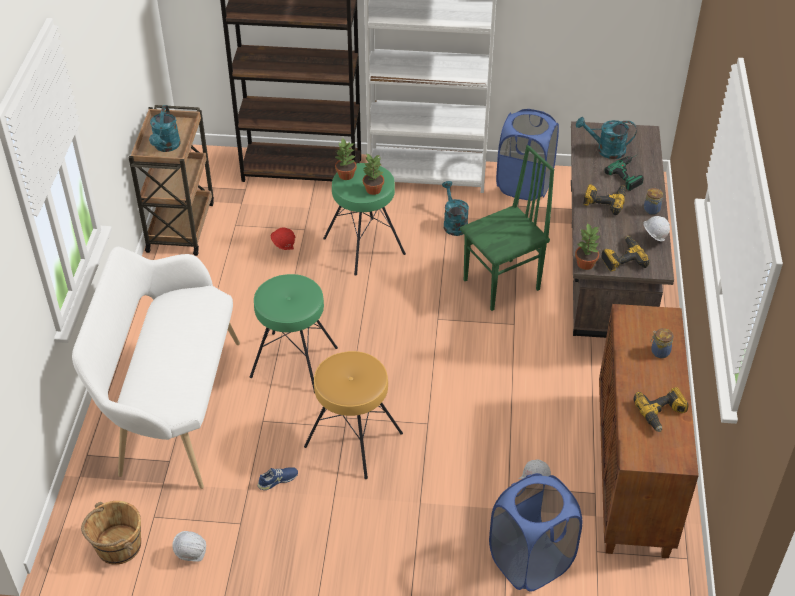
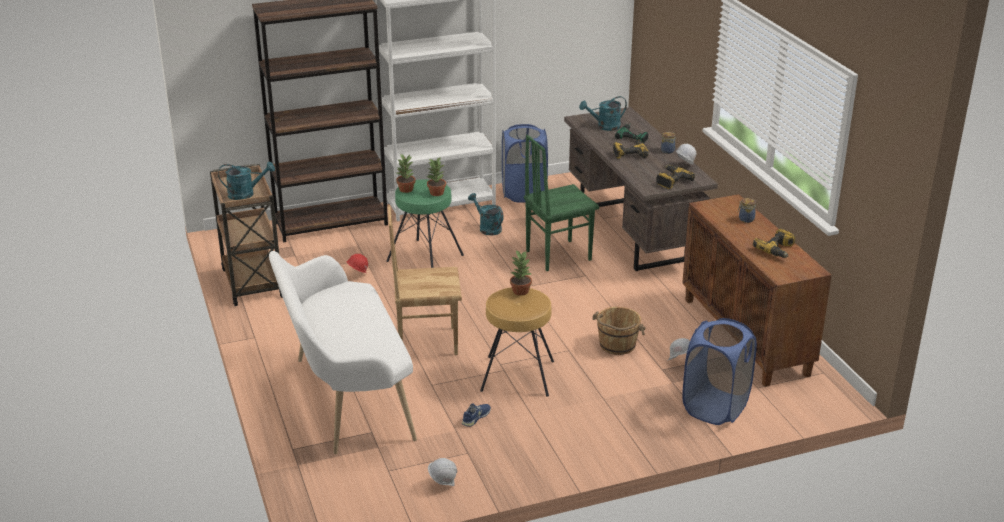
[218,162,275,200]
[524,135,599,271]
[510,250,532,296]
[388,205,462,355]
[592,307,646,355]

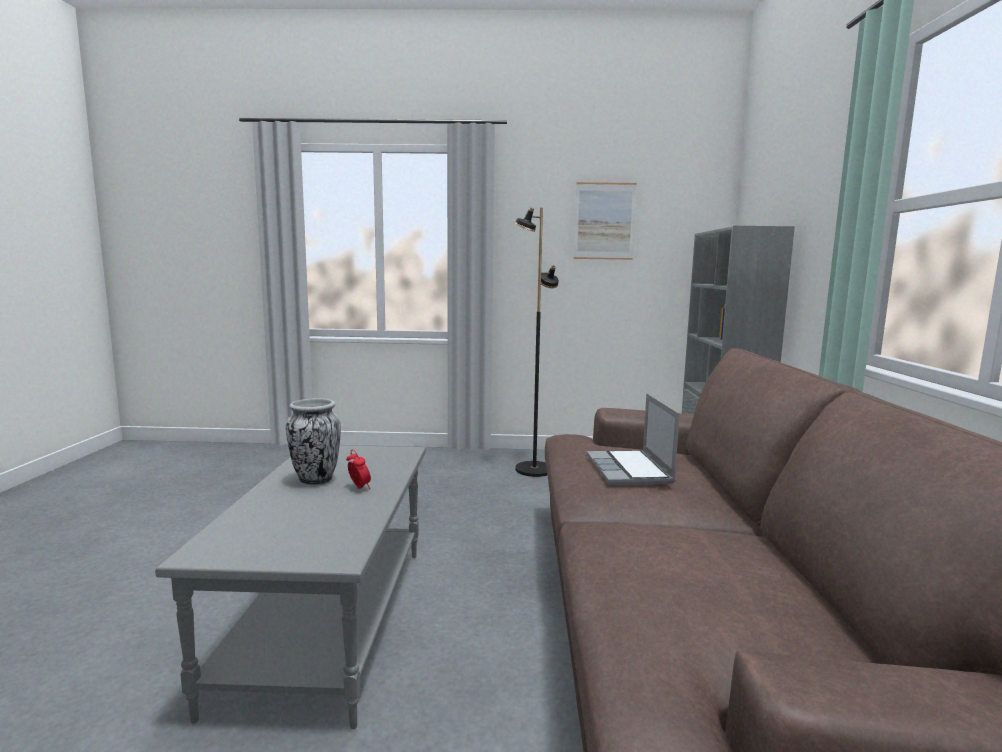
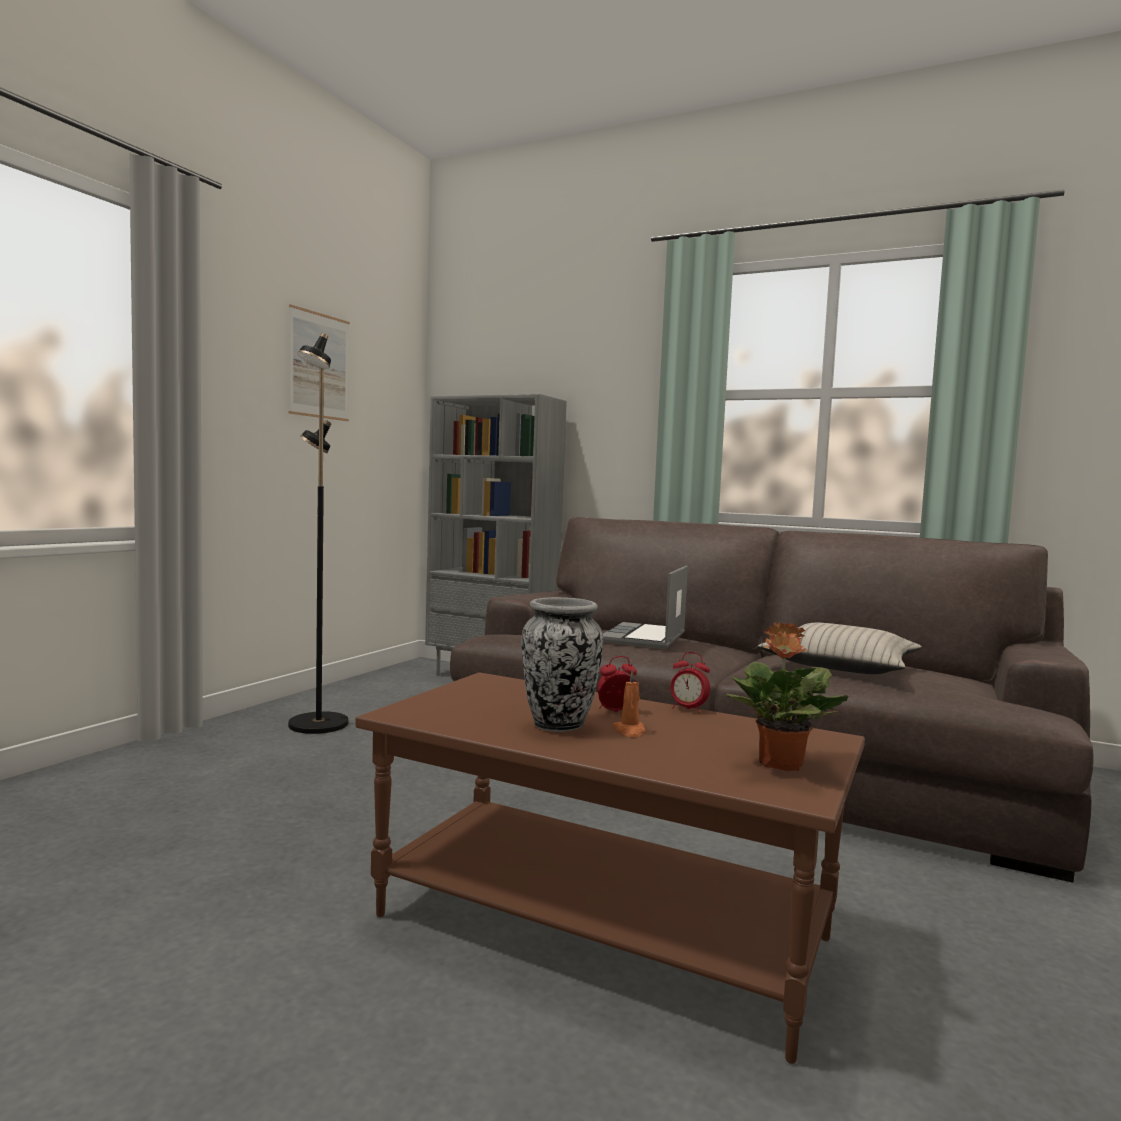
[603,566,688,649]
[355,672,865,1064]
[727,622,850,771]
[758,623,922,674]
[670,652,710,713]
[613,669,645,737]

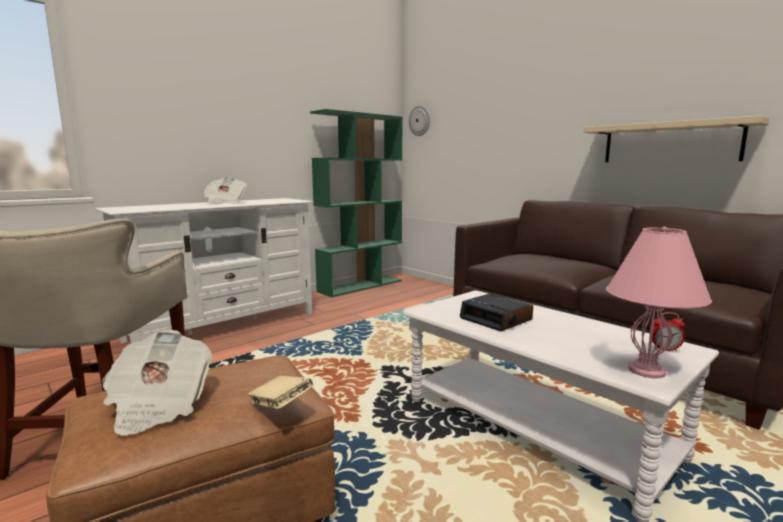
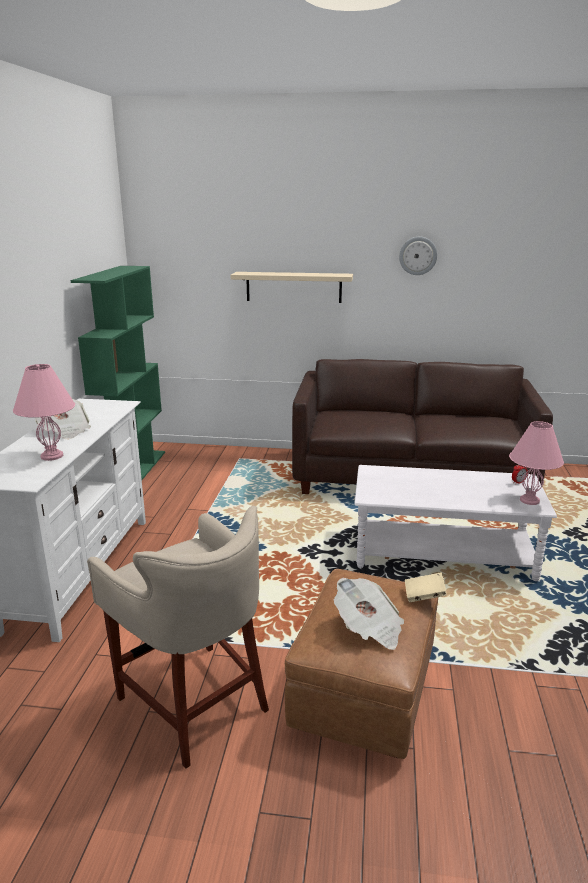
[399,237,437,275]
[231,272,353,303]
[460,294,533,331] (first image)
[13,364,75,461]

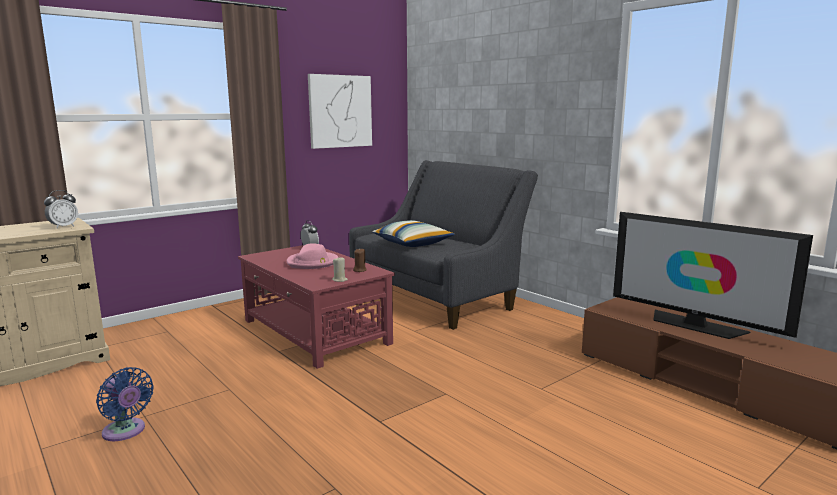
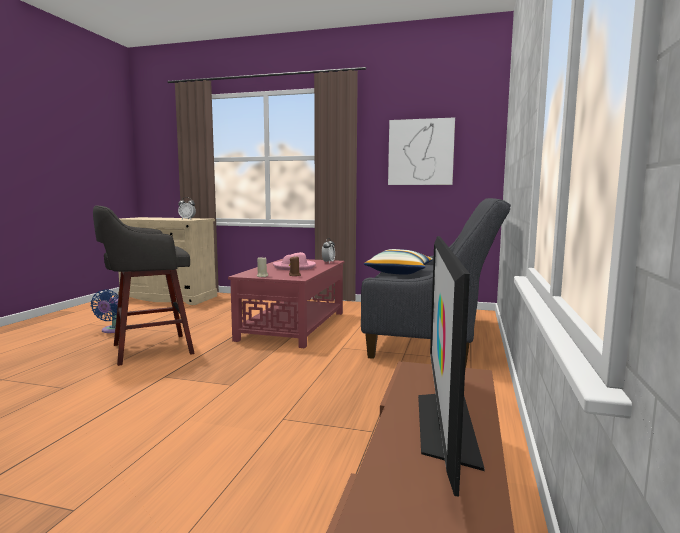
[93,205,195,366]

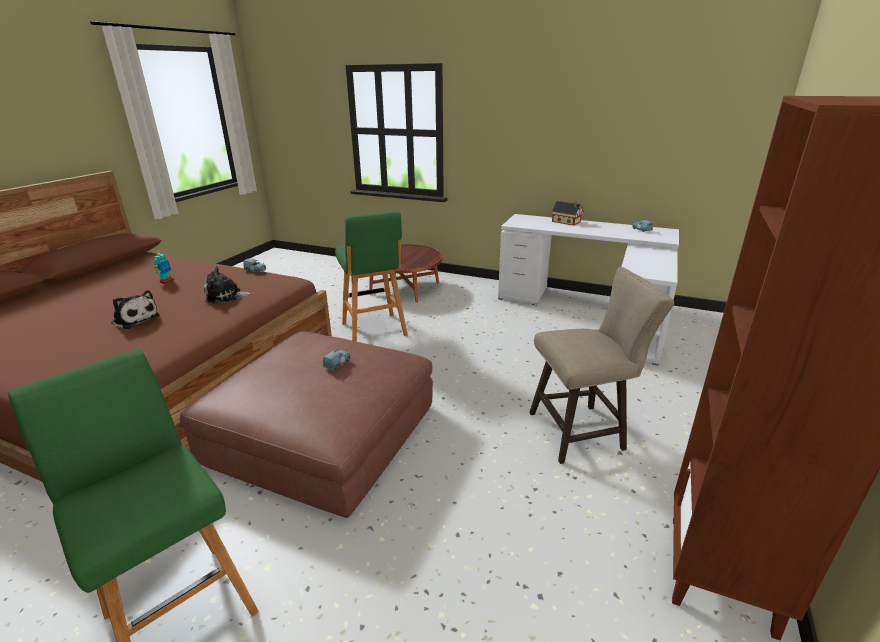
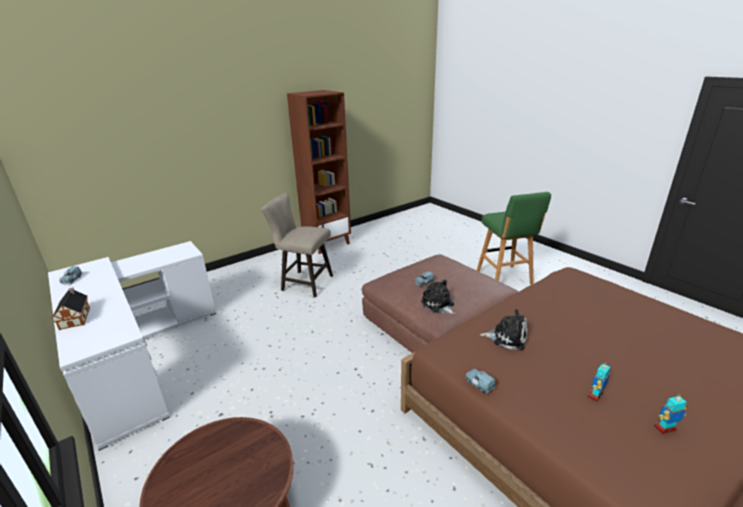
[335,211,408,342] (first image)
[421,279,455,315]
[654,394,687,434]

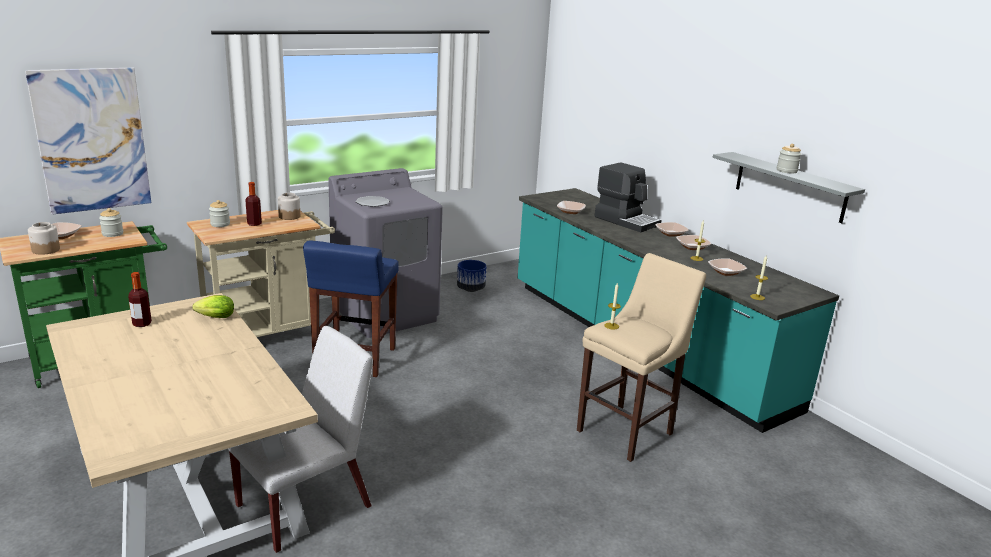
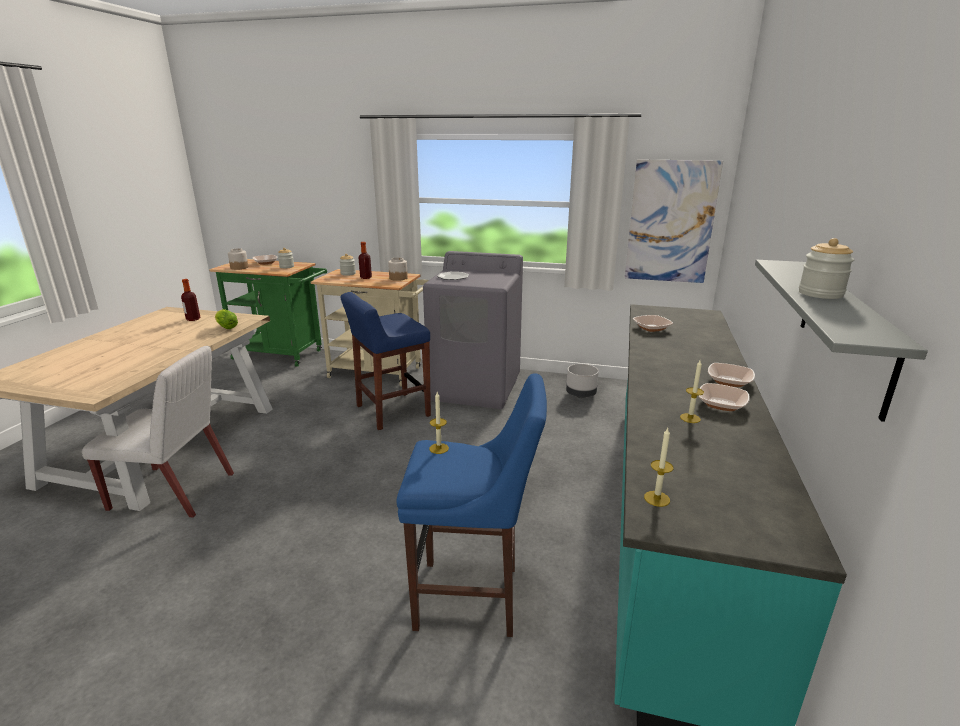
[625,159,723,283]
[595,162,661,232] (first image)
[397,373,547,637]
[708,258,747,276] (first image)
[566,364,599,398]

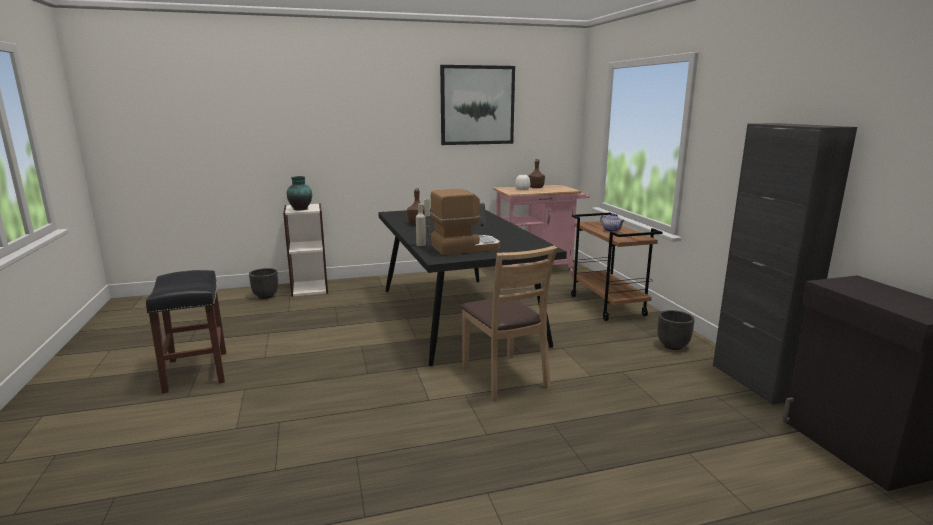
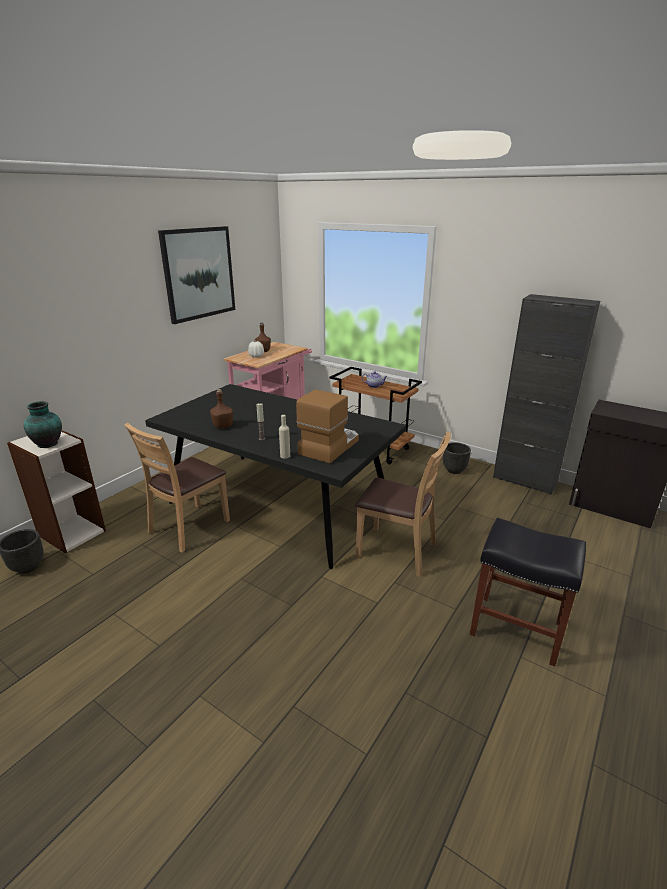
[470,518,586,666]
[124,423,230,553]

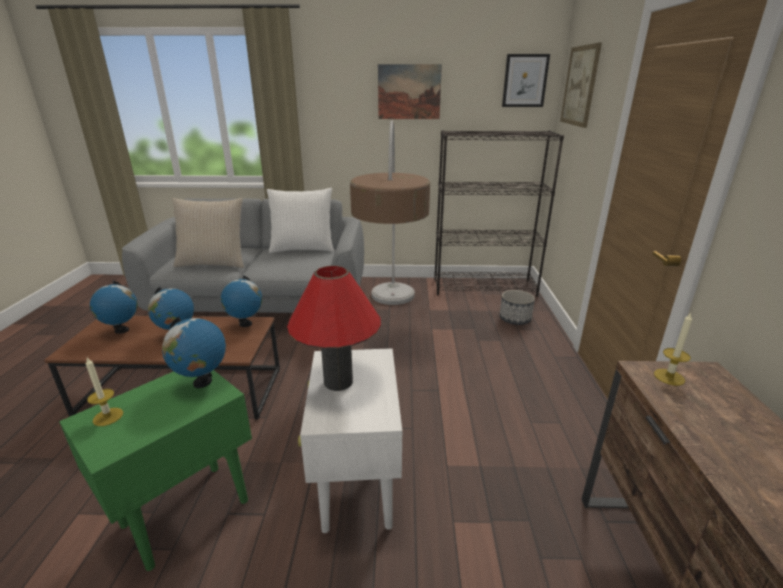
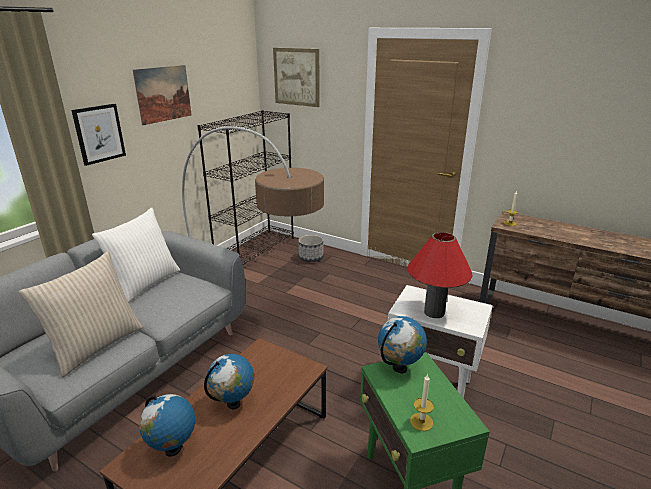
[71,104,126,166]
[221,276,262,327] (first image)

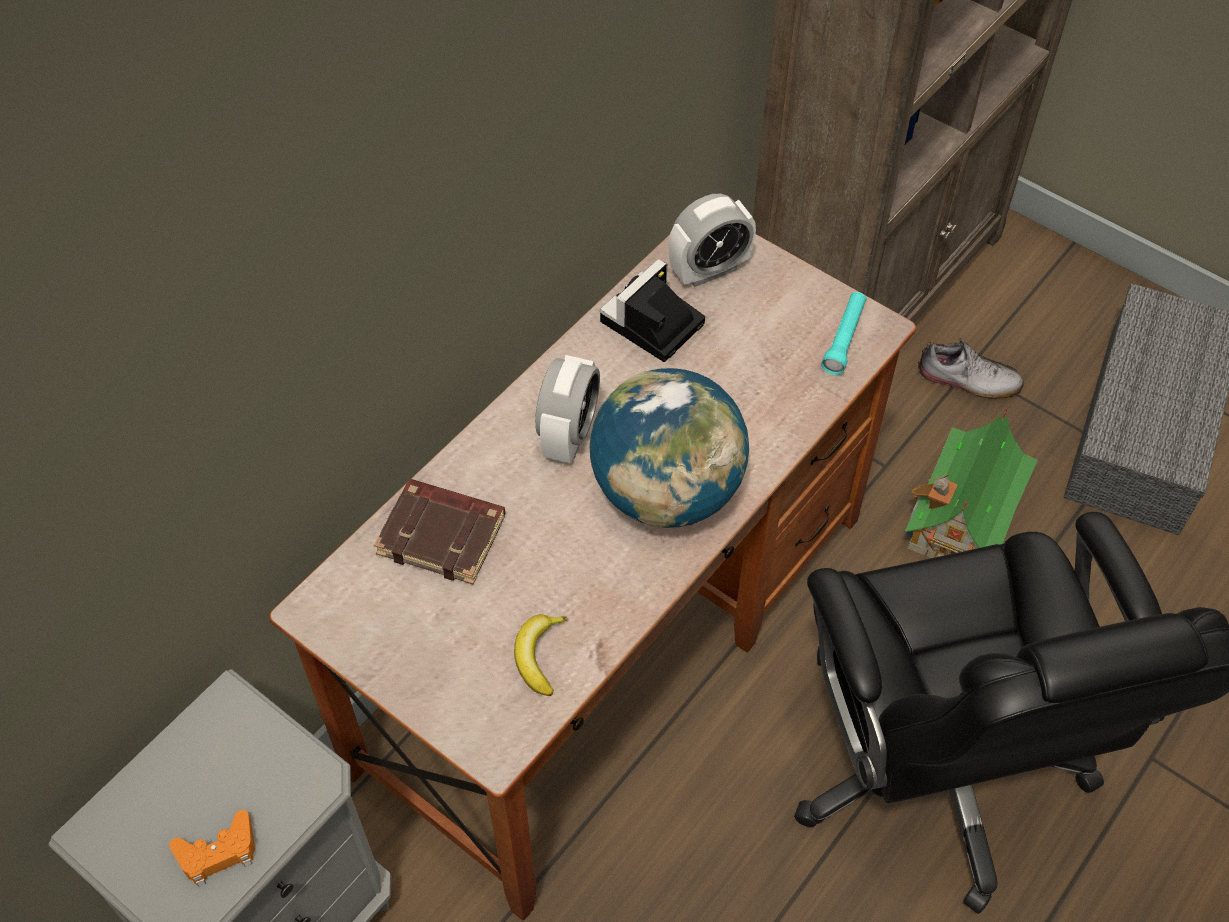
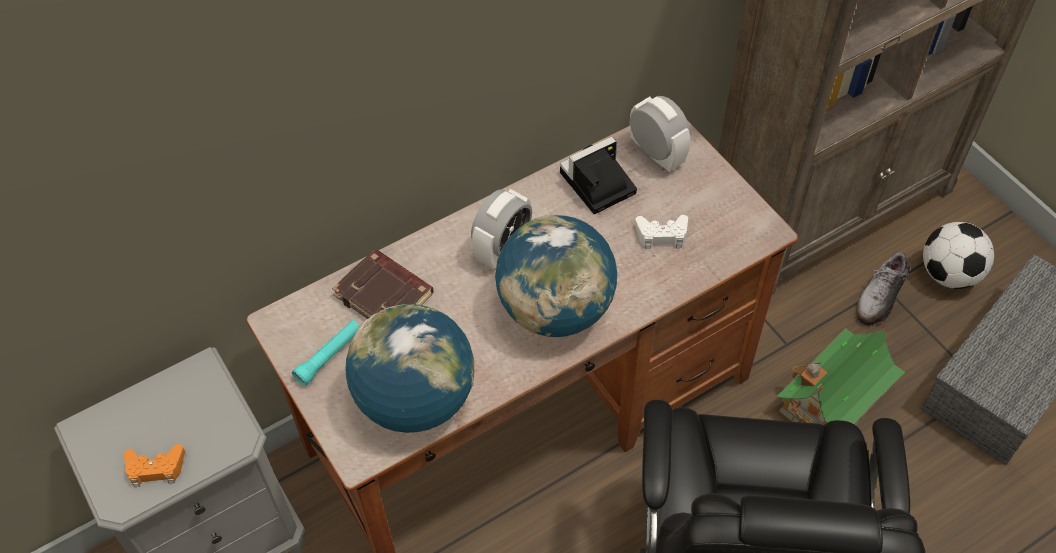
[630,96,690,172]
[292,320,360,386]
[857,252,913,326]
[346,304,474,433]
[635,215,688,249]
[923,222,994,289]

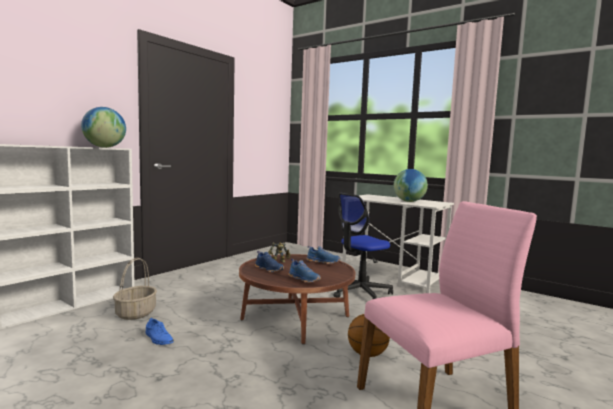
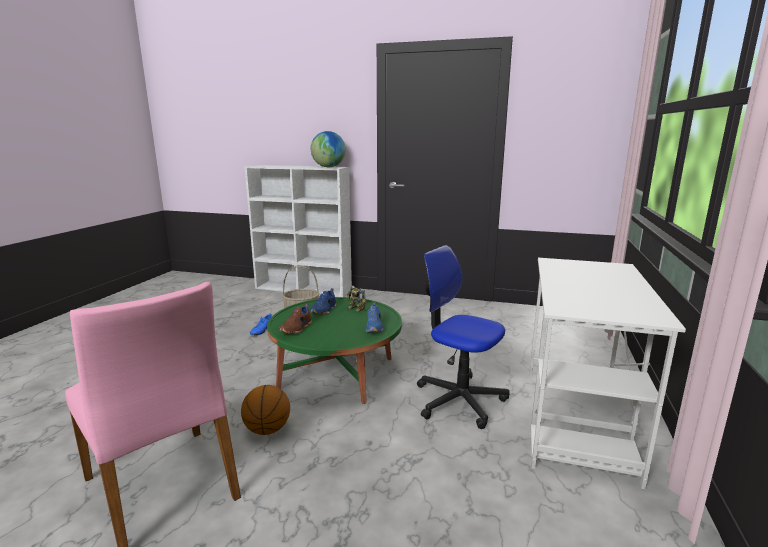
[394,169,428,202] (first image)
[267,297,402,404]
[279,304,312,334]

